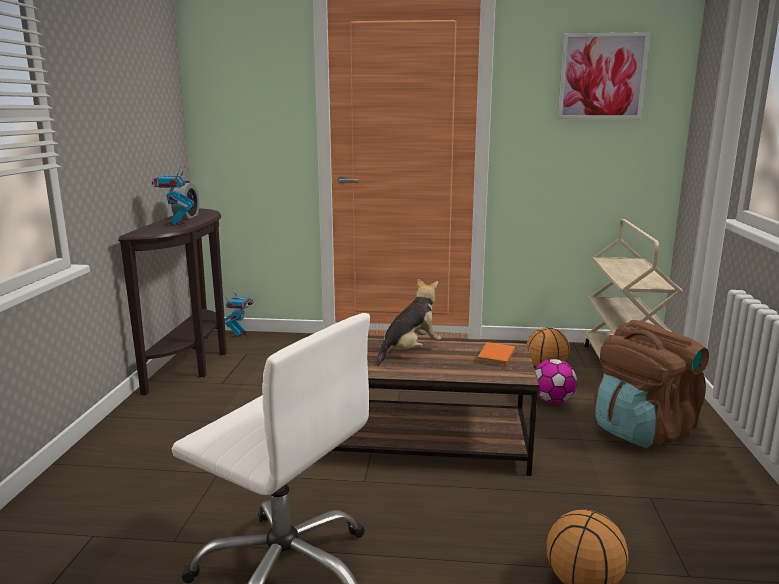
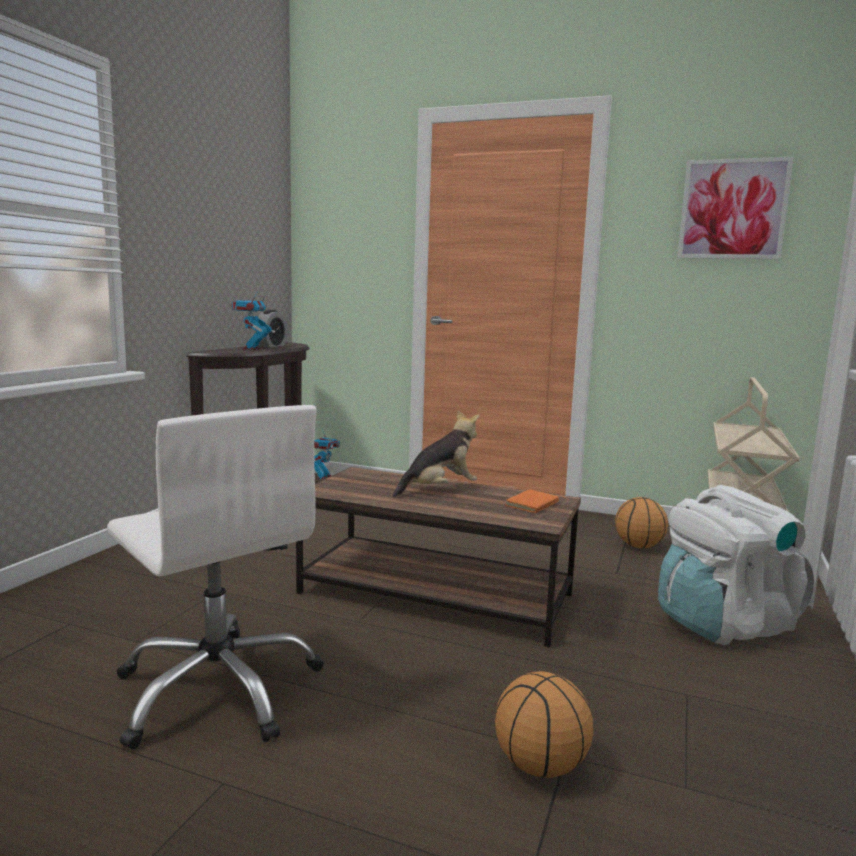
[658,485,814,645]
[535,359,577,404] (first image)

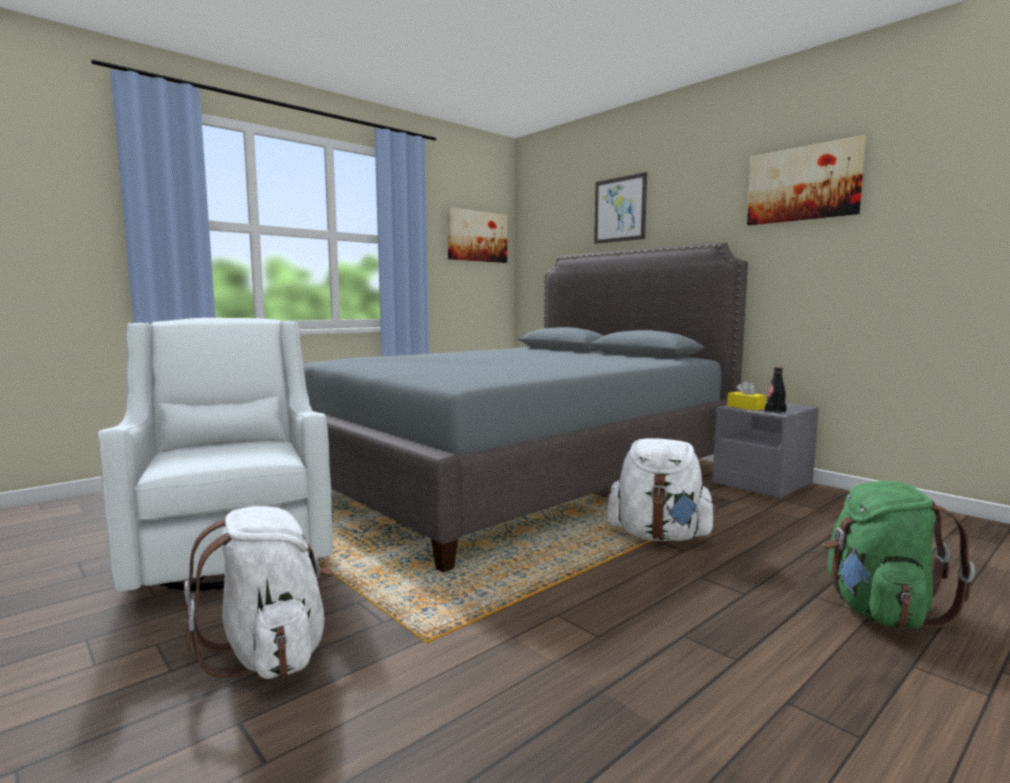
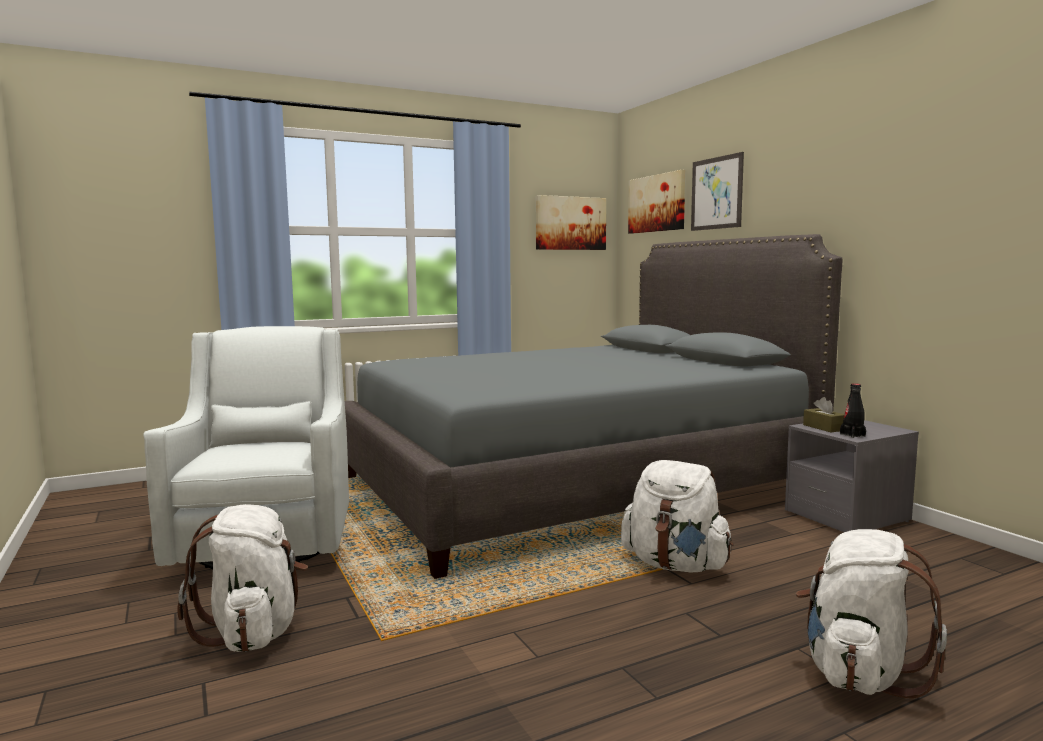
[628,170,685,234]
[803,397,845,432]
[796,529,947,698]

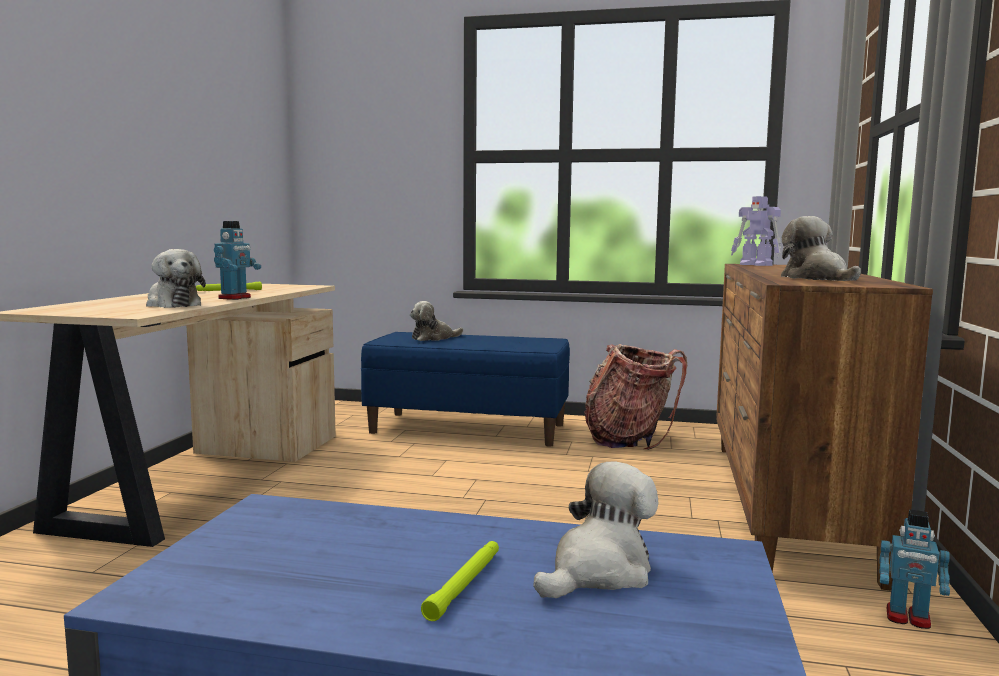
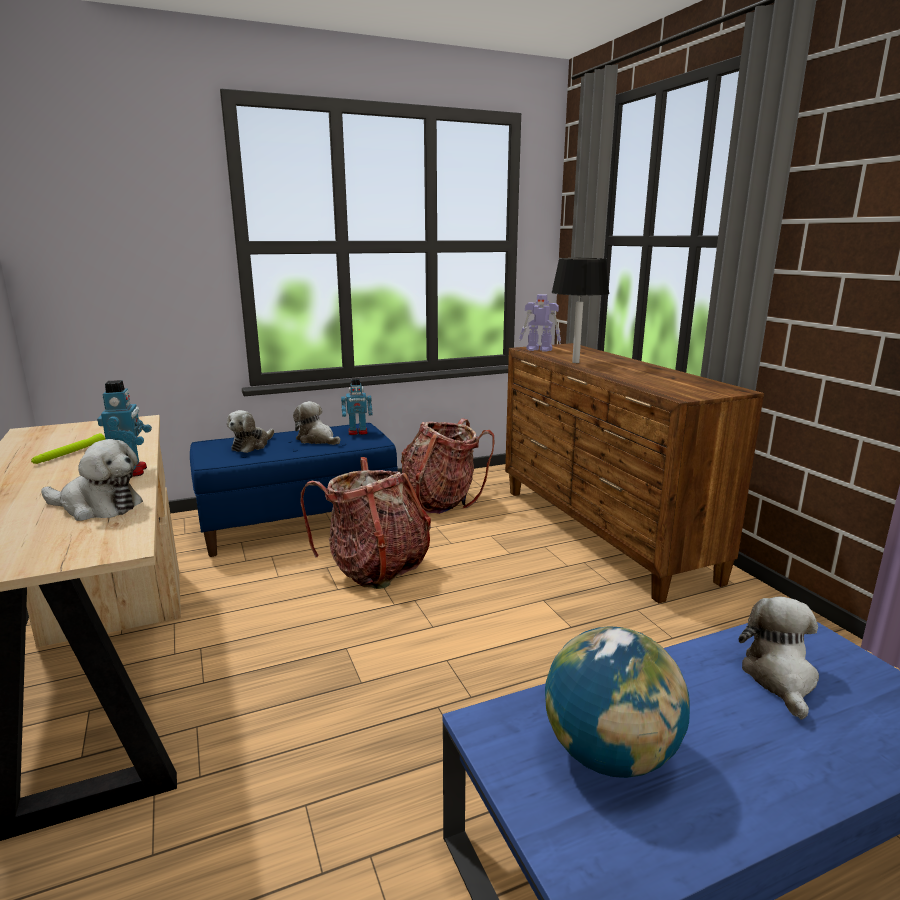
[293,401,340,445]
[341,378,373,435]
[421,541,499,621] (first image)
[551,258,609,363]
[300,457,431,589]
[545,627,690,778]

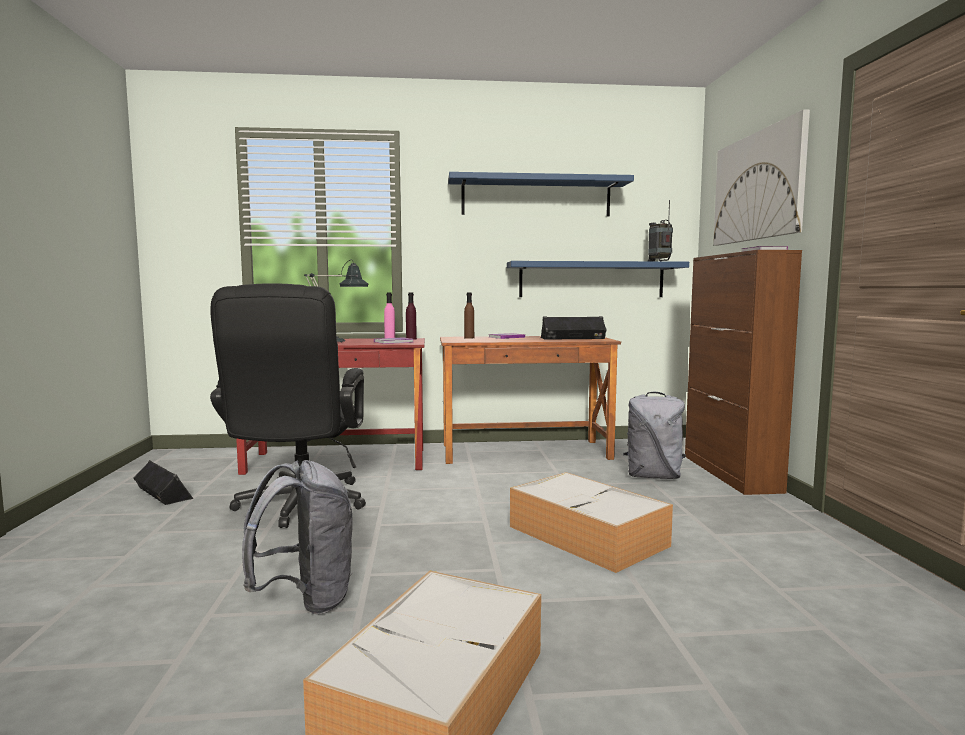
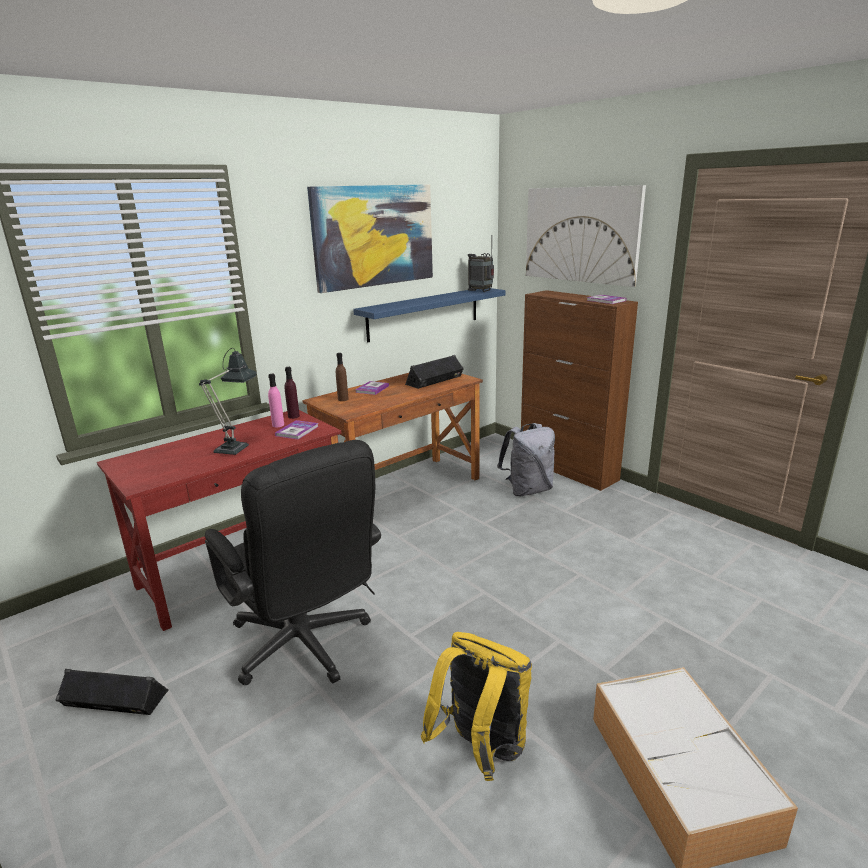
[307,184,433,293]
[421,632,532,781]
[510,472,673,573] (first image)

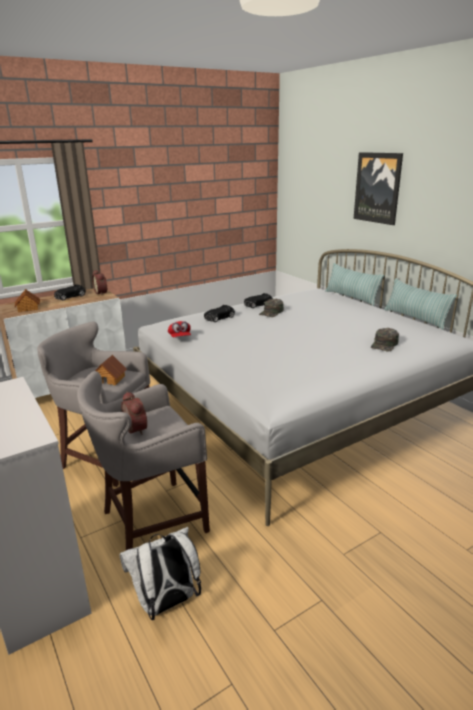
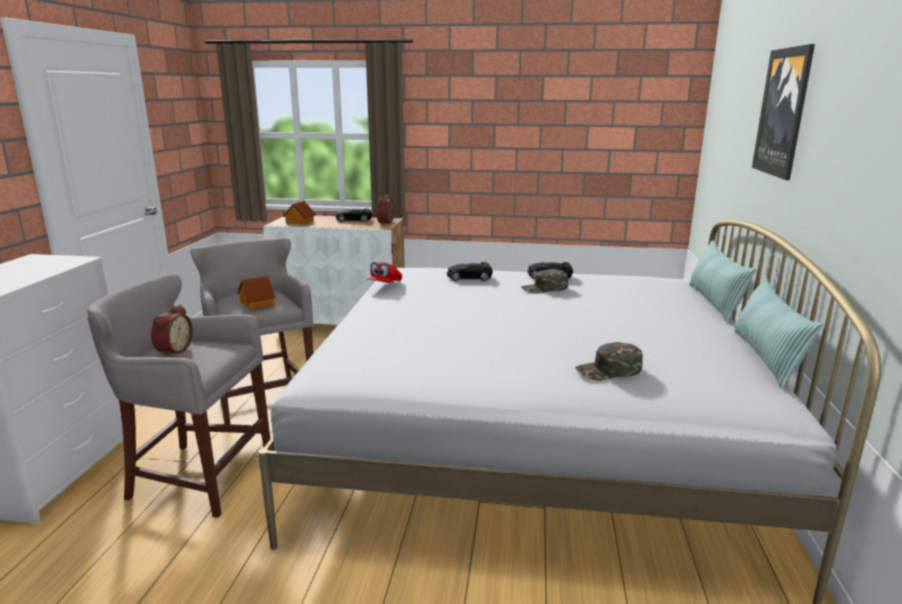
[120,527,201,620] (first image)

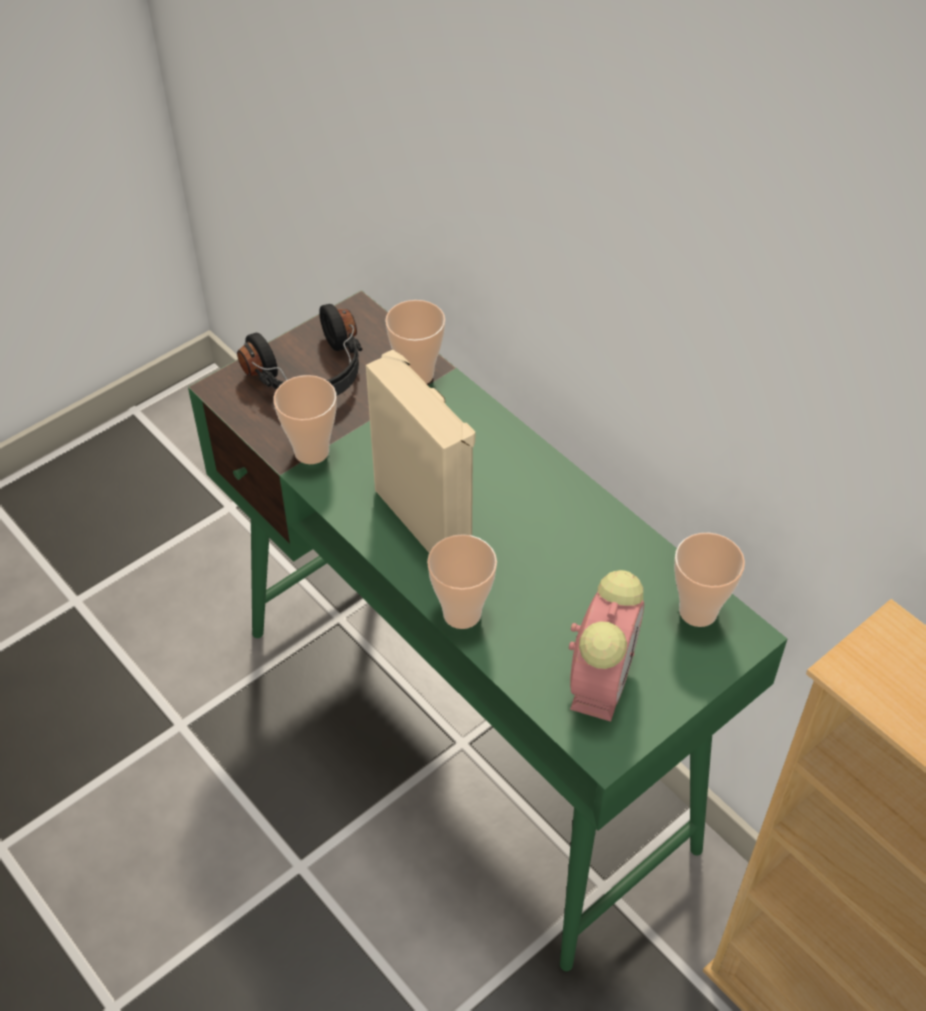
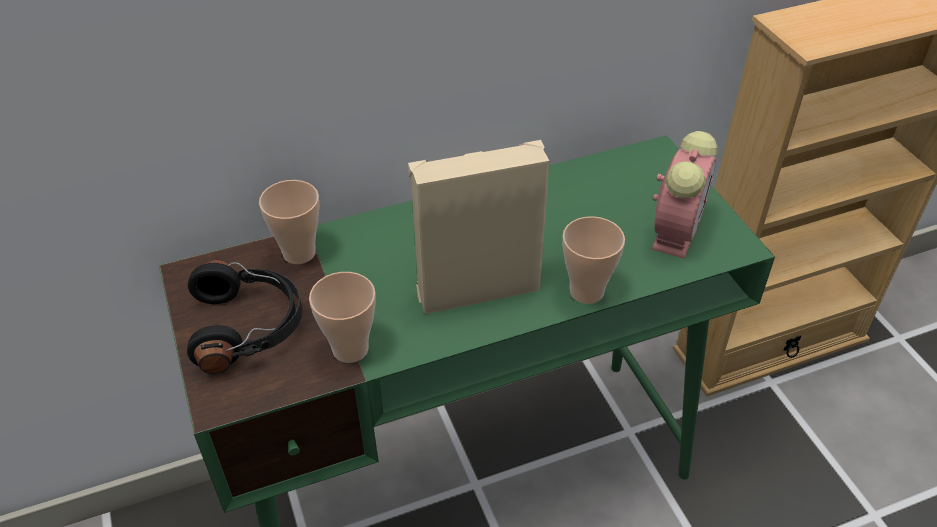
[674,533,745,627] (first image)
[651,131,718,259]

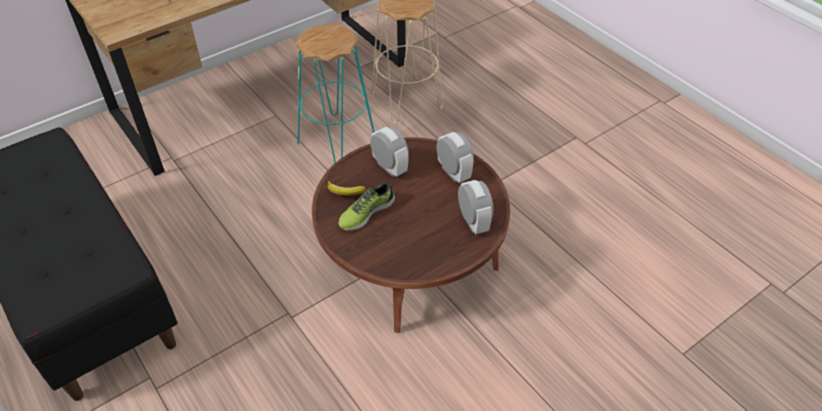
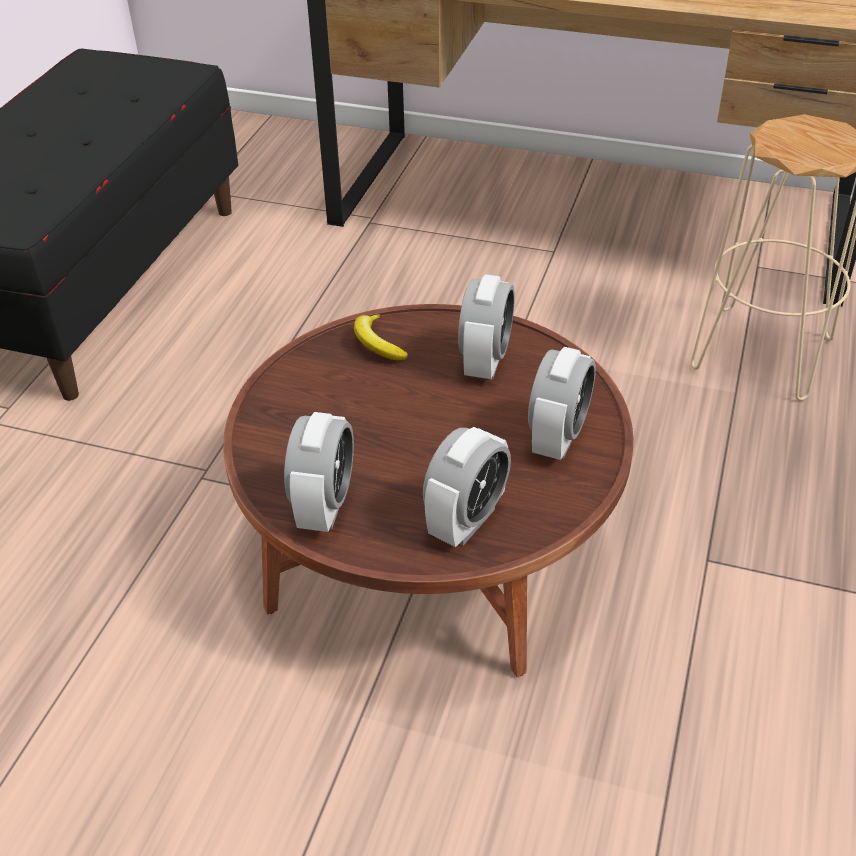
[296,24,375,164] (first image)
[338,182,395,231] (first image)
[284,412,354,532]

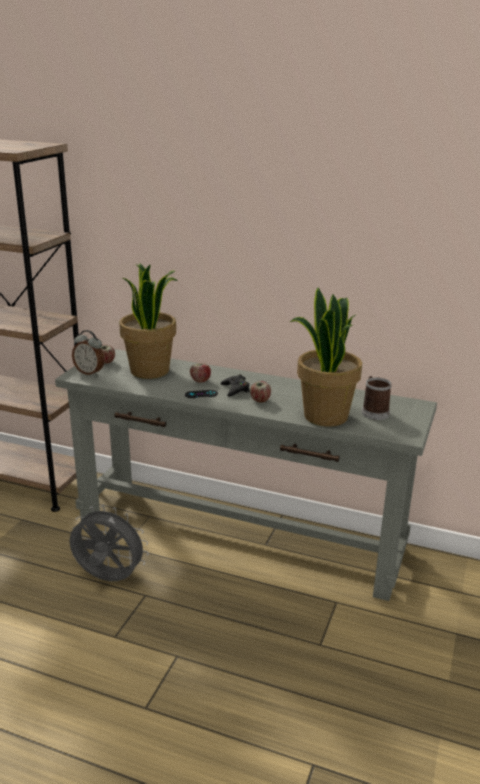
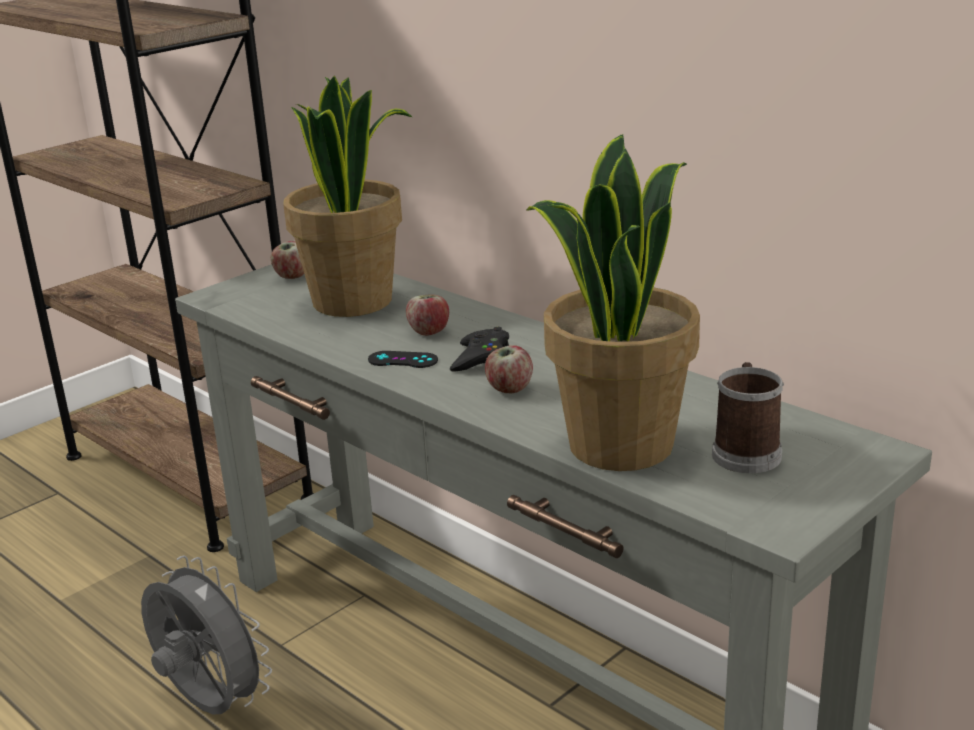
[72,330,105,376] (first image)

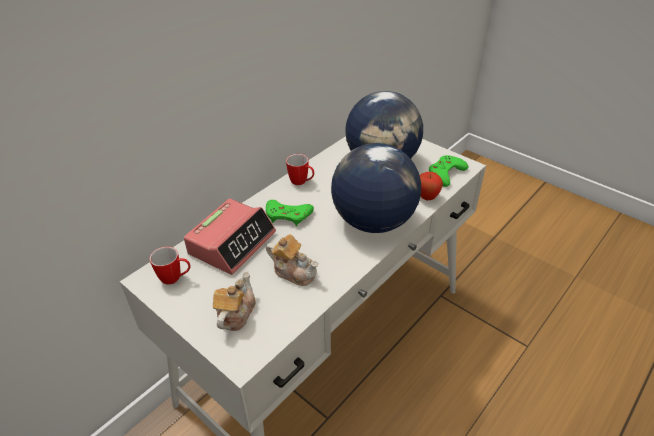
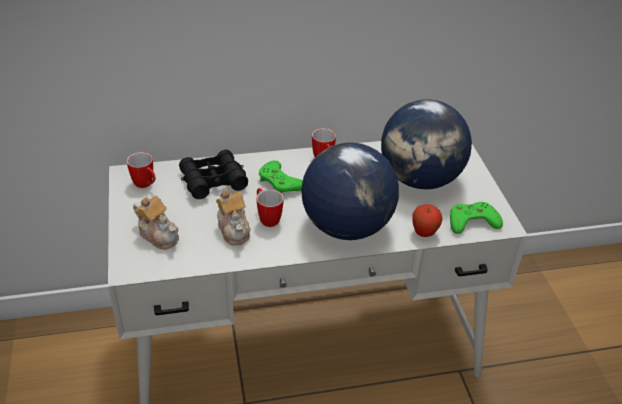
[179,150,248,199]
[133,196,179,250]
[256,188,284,227]

